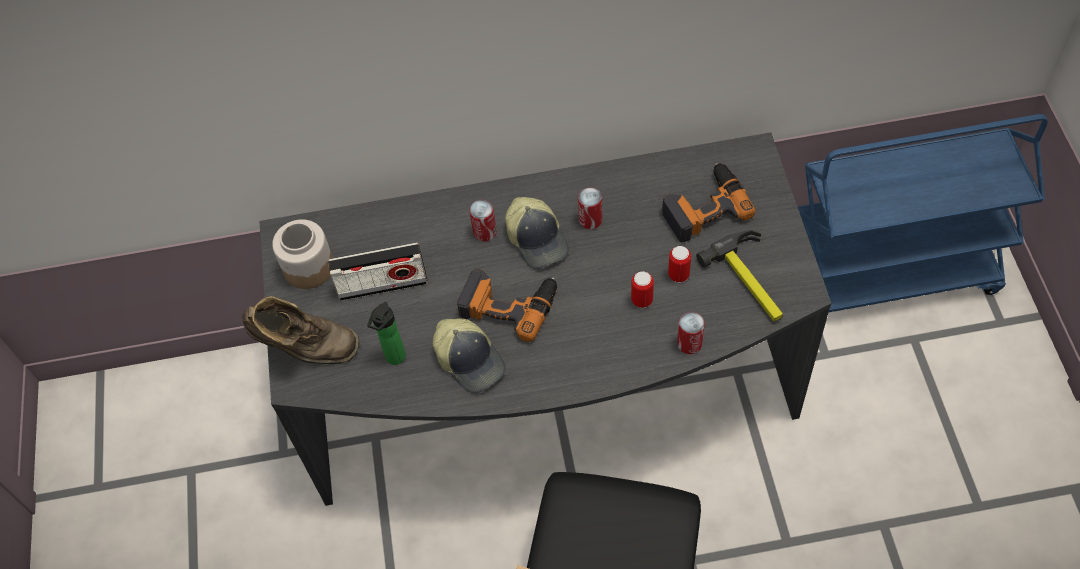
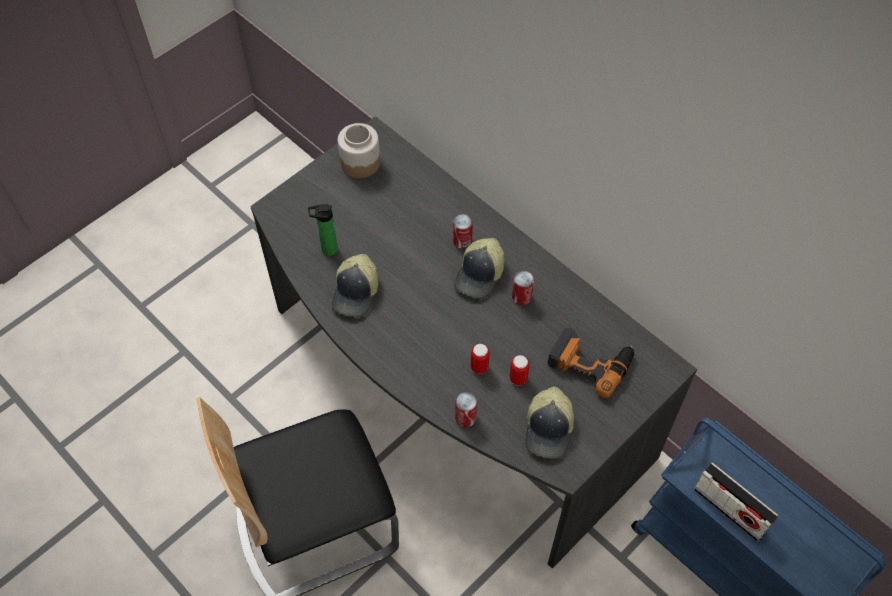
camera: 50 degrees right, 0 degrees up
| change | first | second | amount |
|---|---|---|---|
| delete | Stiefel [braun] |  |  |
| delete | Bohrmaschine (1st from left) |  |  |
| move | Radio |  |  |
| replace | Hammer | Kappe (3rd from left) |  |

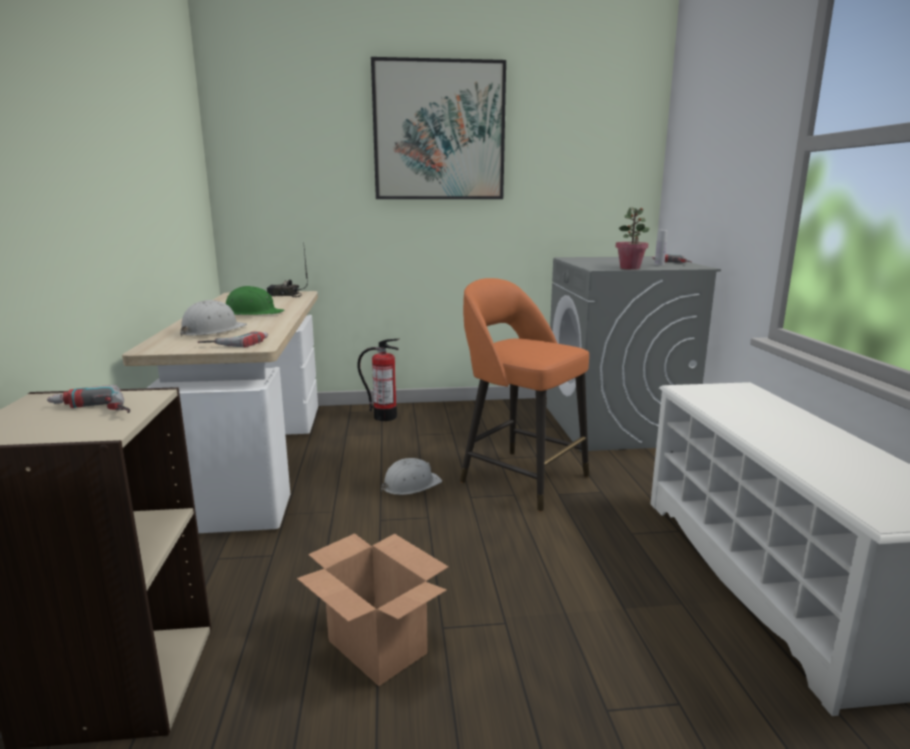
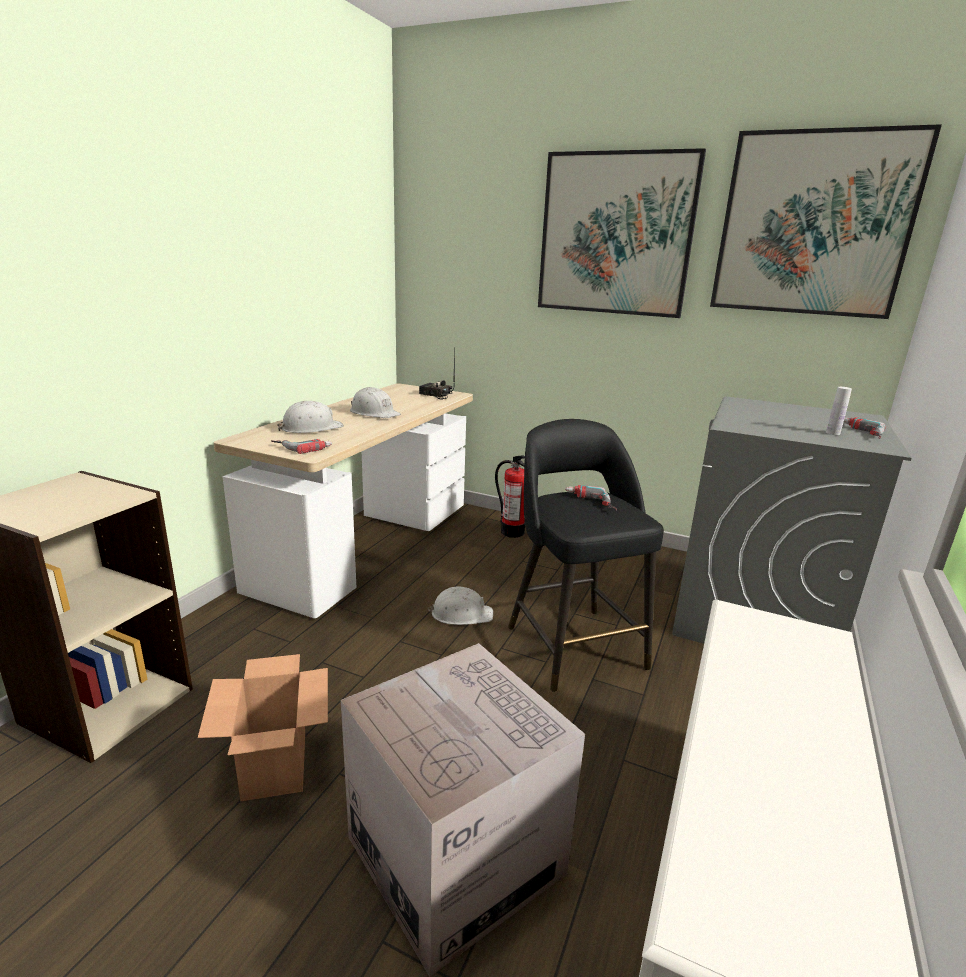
camera: 30 degrees right, 5 degrees up
| change | first | second | amount |
|---|---|---|---|
| delete | Topfpflanze |  |  |
| insert |  | Karton (2nd from left) |  |
| insert |  | Bild (2nd from left) |  |
| move | Bohrmaschine (1st from left in the first image) | Bohrmaschine (2nd from left) |  |
| recolor | Schutzhelm [grün] | Schutzhelm [weiß] (2nd from left) |  |
| recolor | Hocker [orange] | Hocker [schwarz] |  |

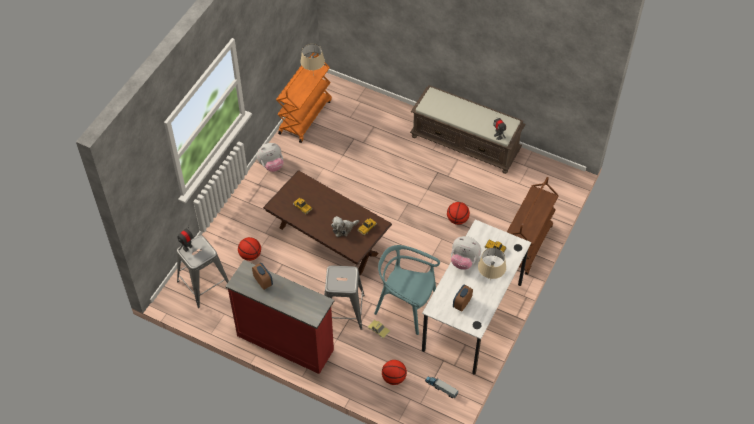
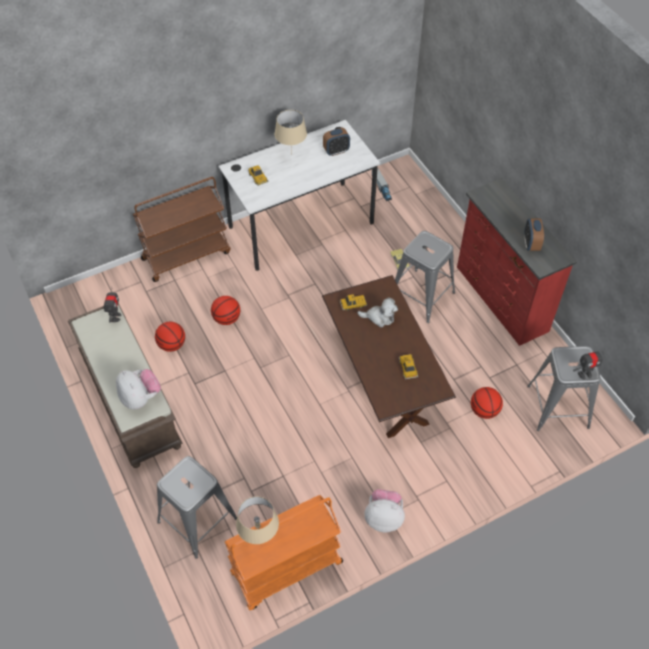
camera: 145 degrees left, 0 degrees up
| change | first | second | amount |
|---|---|---|---|
| delete | Stuhl [türkis] |  |  |
| insert |  | Hocker [grau] (1st from left) |  |
| move | Basketball (2nd from left in the first image) | Basketball (1st from left) |  |
| move | Plüschtier (3rd from left in the first image) | Plüschtier (1st from left) |  |

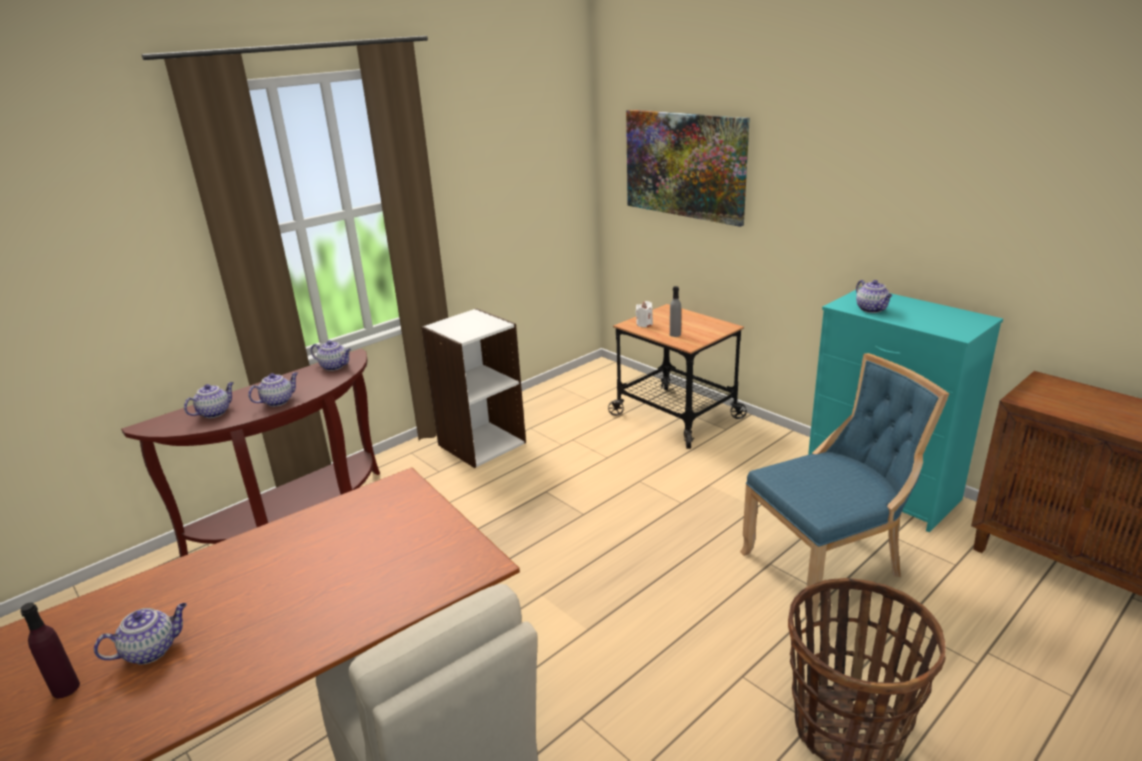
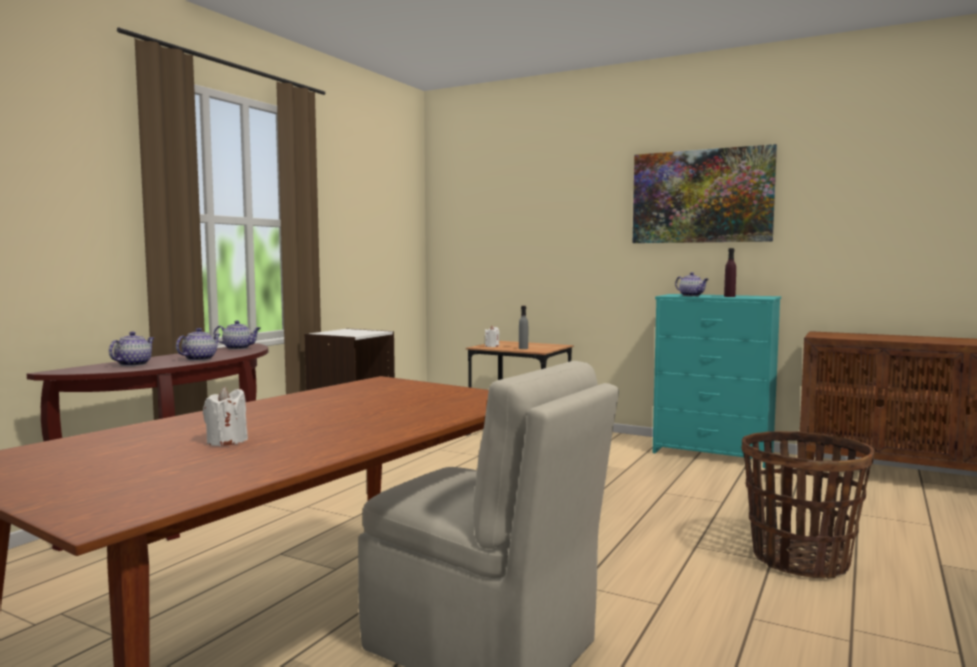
camera: 20 degrees left, 20 degrees down
| change | first | second | amount |
|---|---|---|---|
| delete | Stuhl [blau] |  |  |
| move | Flasche [lila] |  |  |
| move | Bild |  |  |
| replace | Teekanne (1st from left) | Kerze [weiß] (1st from left) |  |

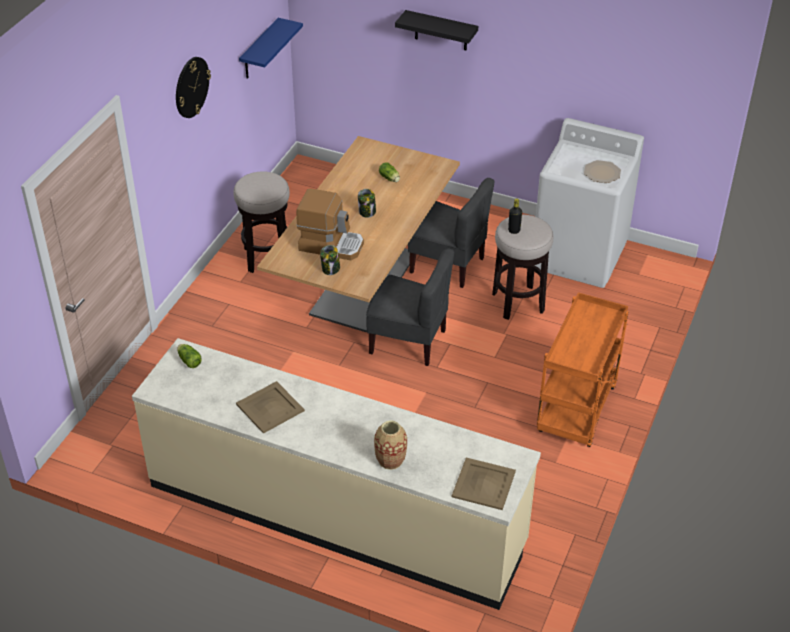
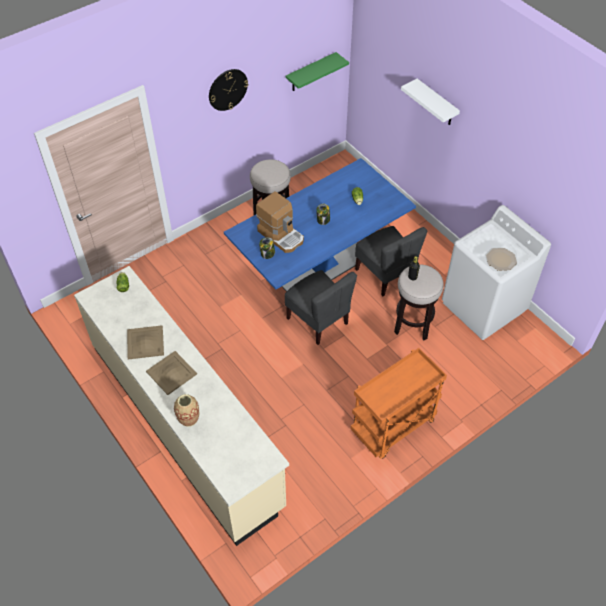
camera: 30 degrees right, 10 degrees up
| change | first | second | amount |
|---|---|---|---|
| move | Tablett [beige] (2nd from left) |  |  |
| recolor | Wandregal [blau] | Wandregal [grün] |  |
| recolor | Esstisch [beige] | Esstisch [blau] |  |
| recolor | Wandregal [schwarz] | Wandregal [weiß] |  |

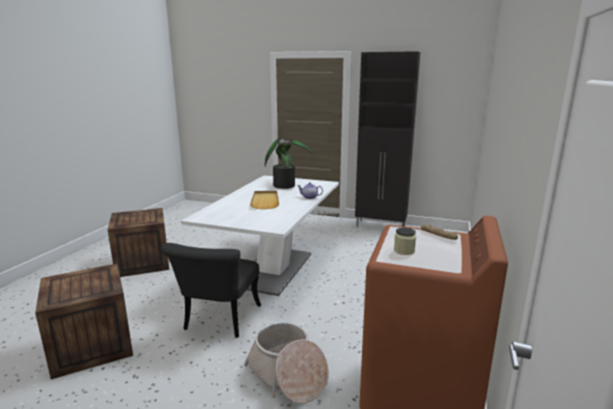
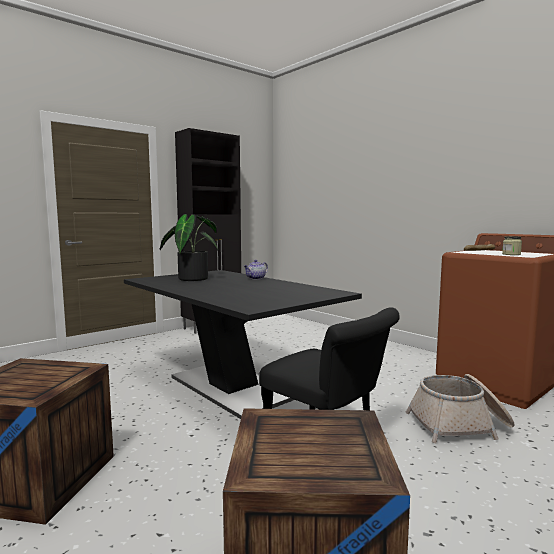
camera: 60 degrees left, 10 degrees down
| change | first | second | amount |
|---|---|---|---|
| delete | Tablett [beige] |  |  |
| recolor | Esstisch [weiß] | Esstisch [schwarz] |  |

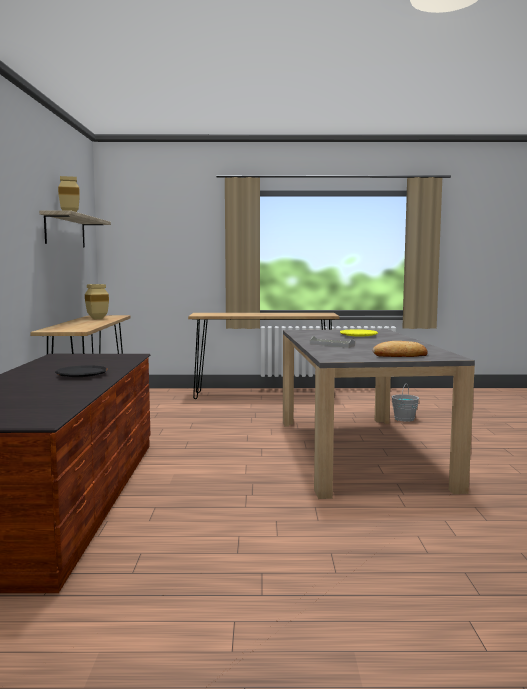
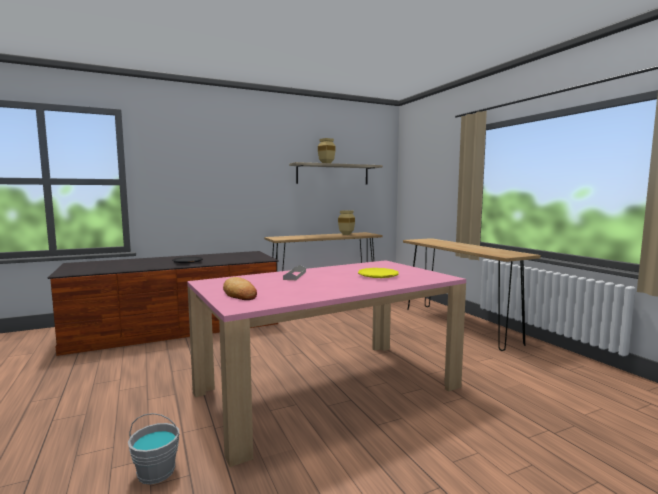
camera: 65 degrees right, 0 degrees up
| change | first | second | amount |
|---|---|---|---|
| move | Eimer [grau] |  |  |
| recolor | Esstisch [grau] | Esstisch [rosa] |  |

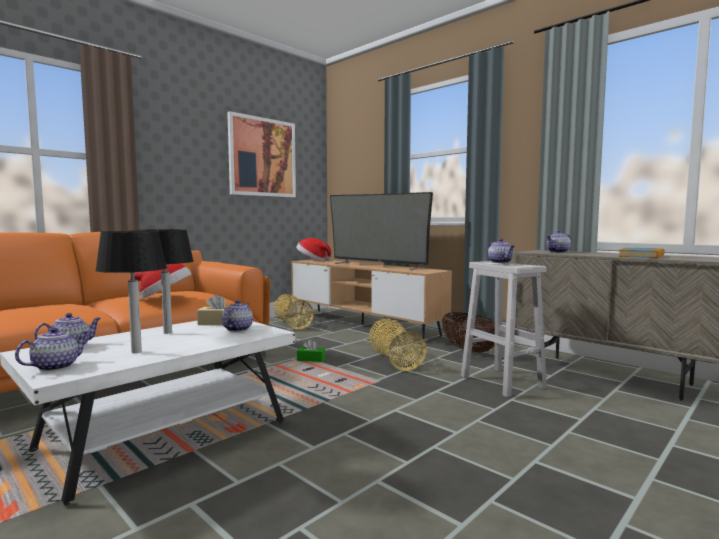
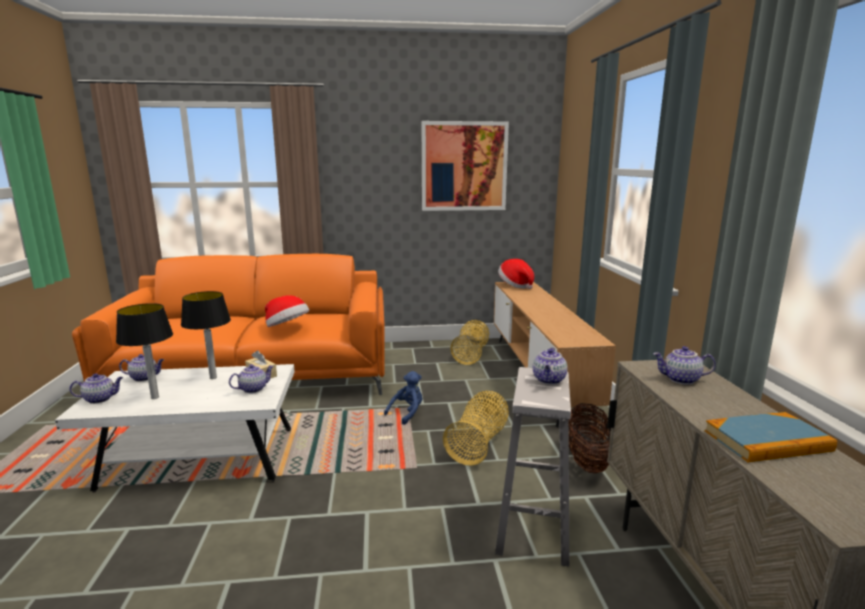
camera: 40 degrees right, 10 degrees up
| change | first | second | amount |
|---|---|---|---|
| delete | Fernseher |  |  |
| replace | Taschentuchbox [grün] | Plüschtier [blau] |  |

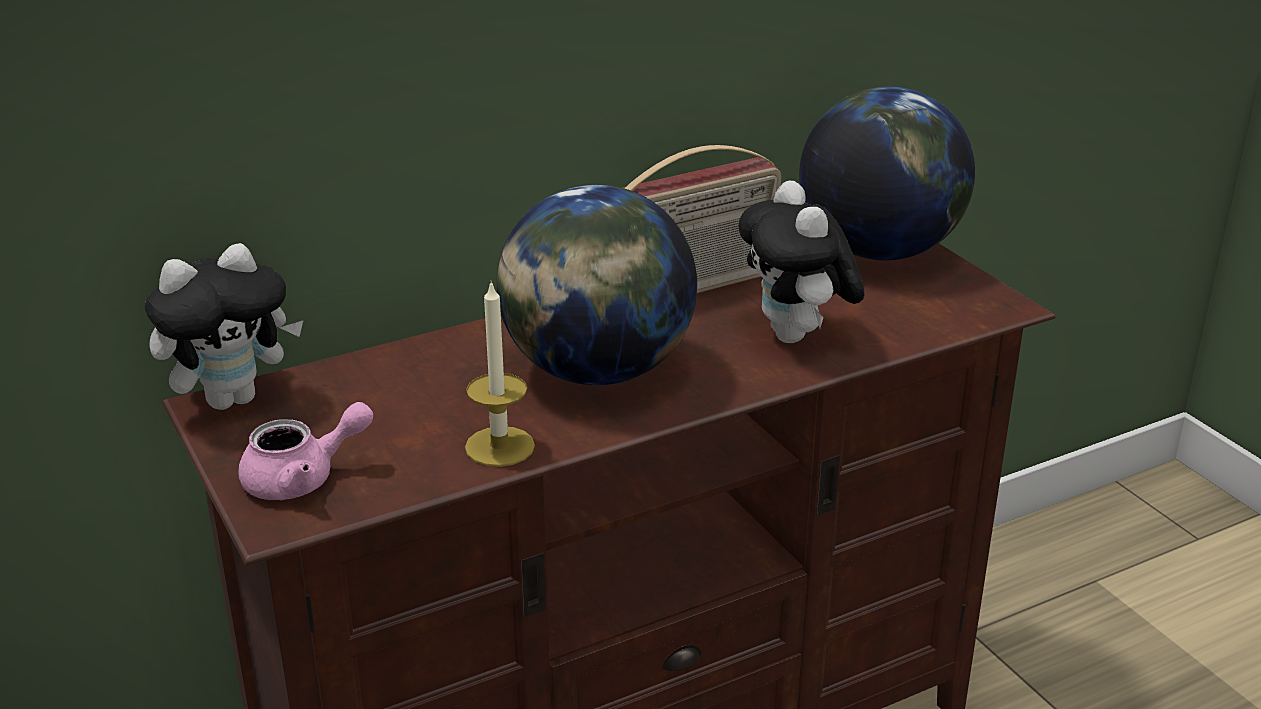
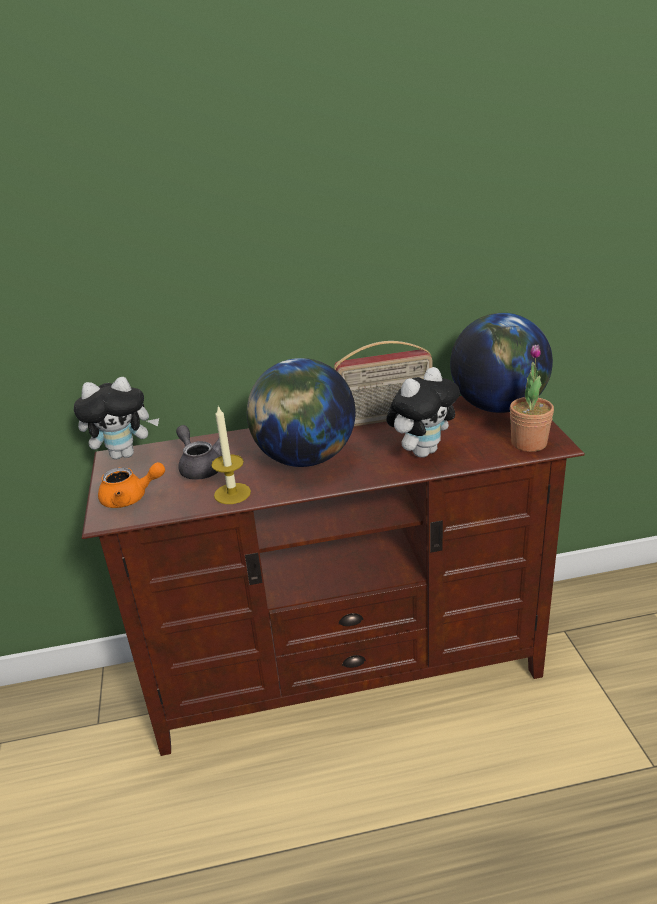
camera: 20 degrees right, 0 degrees up
| change | first | second | amount |
|---|---|---|---|
| insert |  | Teekanne [grau] |  |
| insert |  | Topfpflanze |  |
| recolor | Teekanne [rosa] | Teekanne [orange] |  |
| rotate | Plüschtier (2nd from left) |  | 135 degrees counterclockwise |

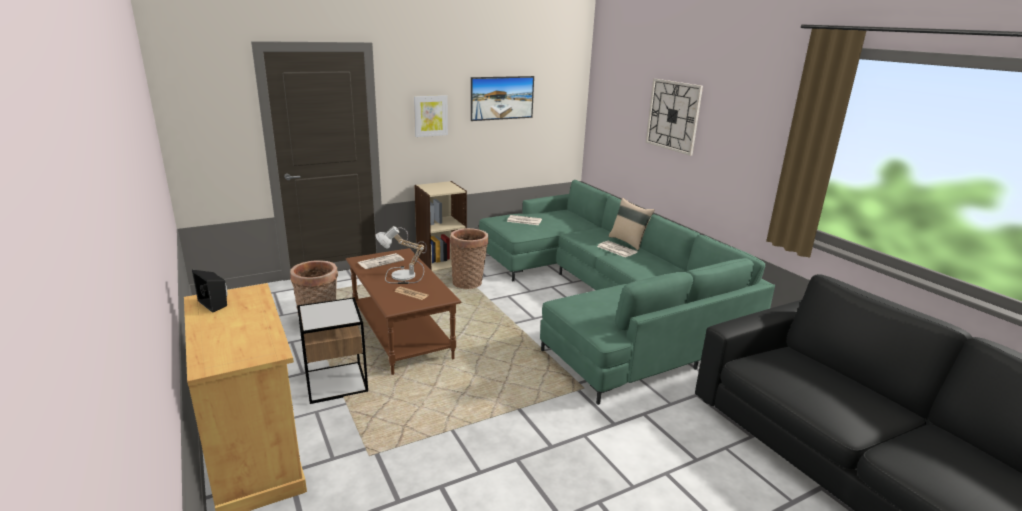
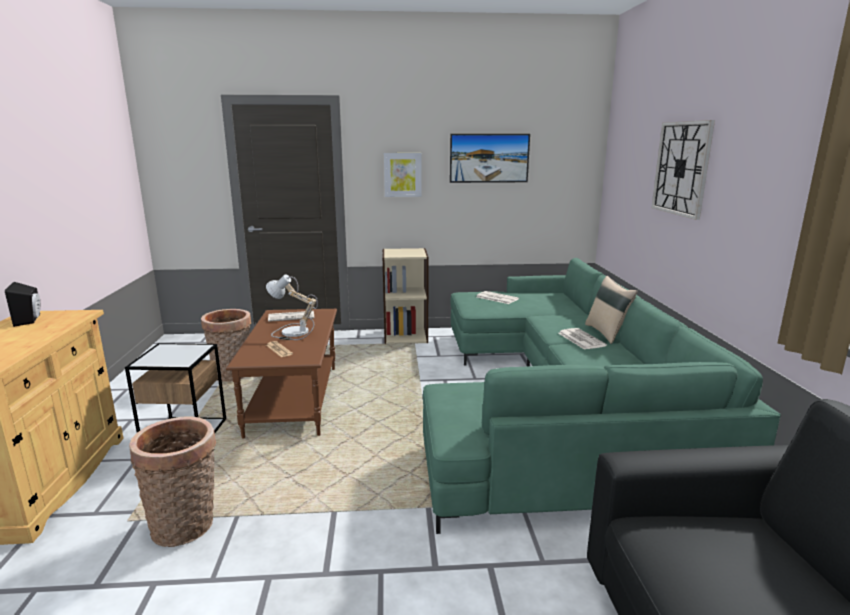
camera: 25 degrees right, 5 degrees down
| change | first | second | amount |
|---|---|---|---|
| move | Korb (2nd from left in the first image) | Korb (1st from left) |  |

